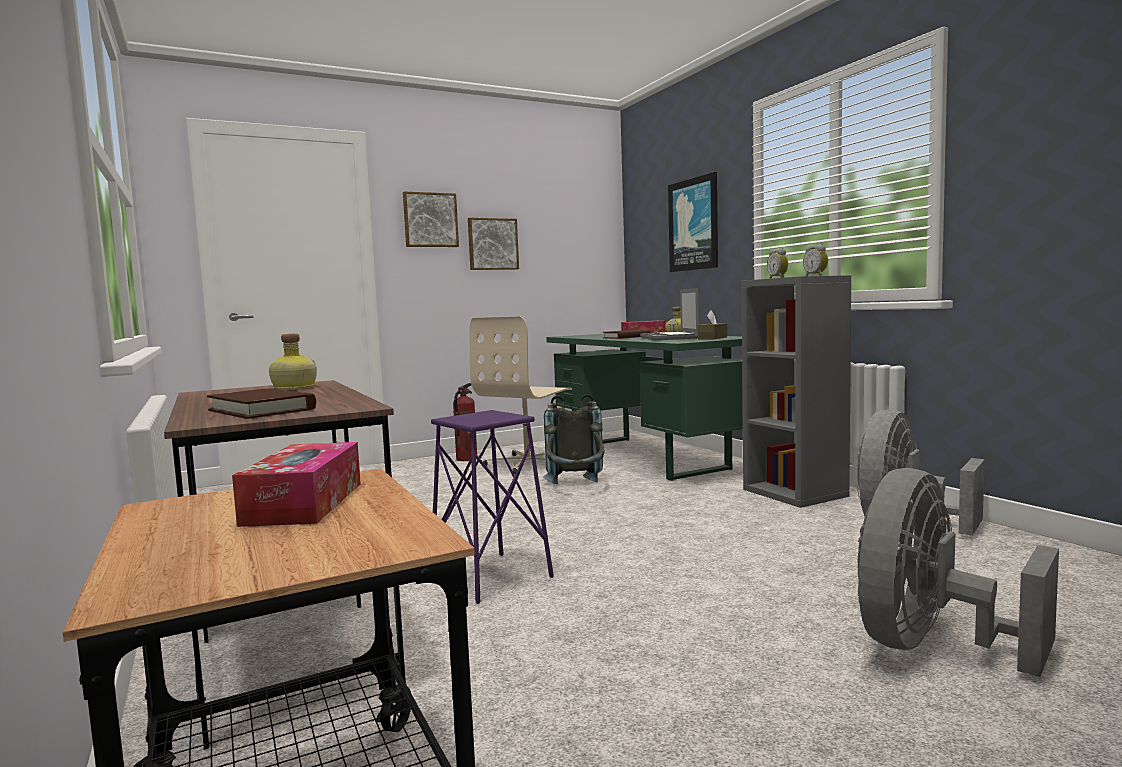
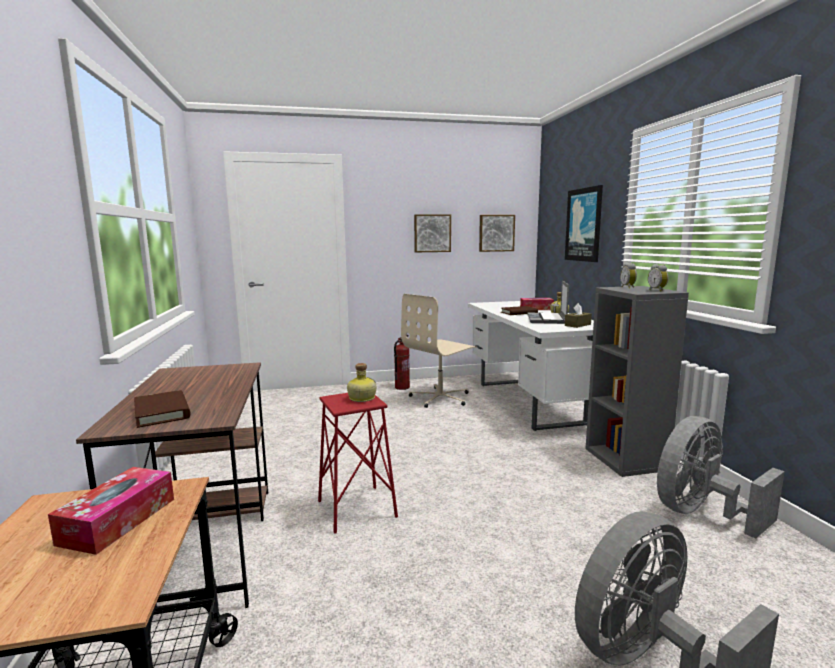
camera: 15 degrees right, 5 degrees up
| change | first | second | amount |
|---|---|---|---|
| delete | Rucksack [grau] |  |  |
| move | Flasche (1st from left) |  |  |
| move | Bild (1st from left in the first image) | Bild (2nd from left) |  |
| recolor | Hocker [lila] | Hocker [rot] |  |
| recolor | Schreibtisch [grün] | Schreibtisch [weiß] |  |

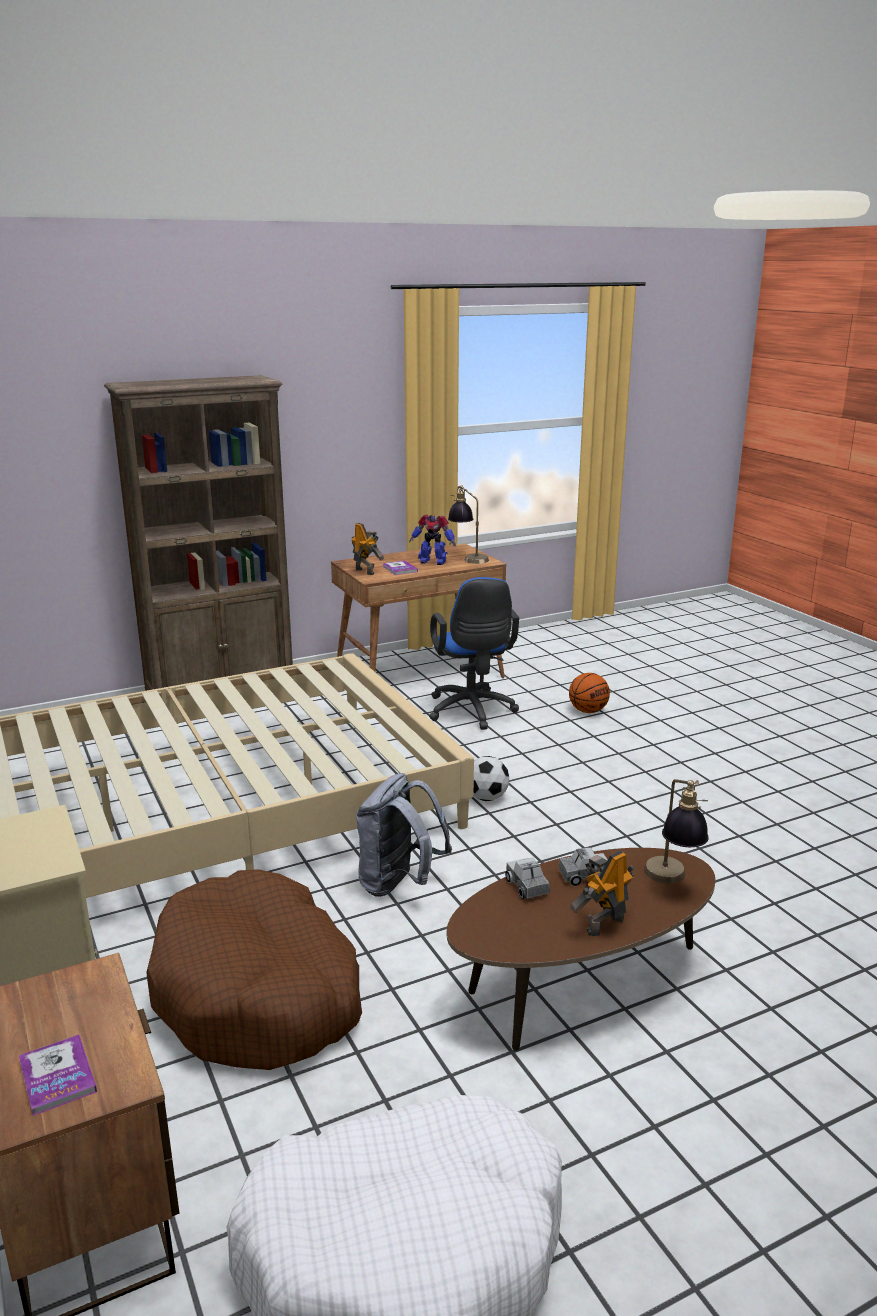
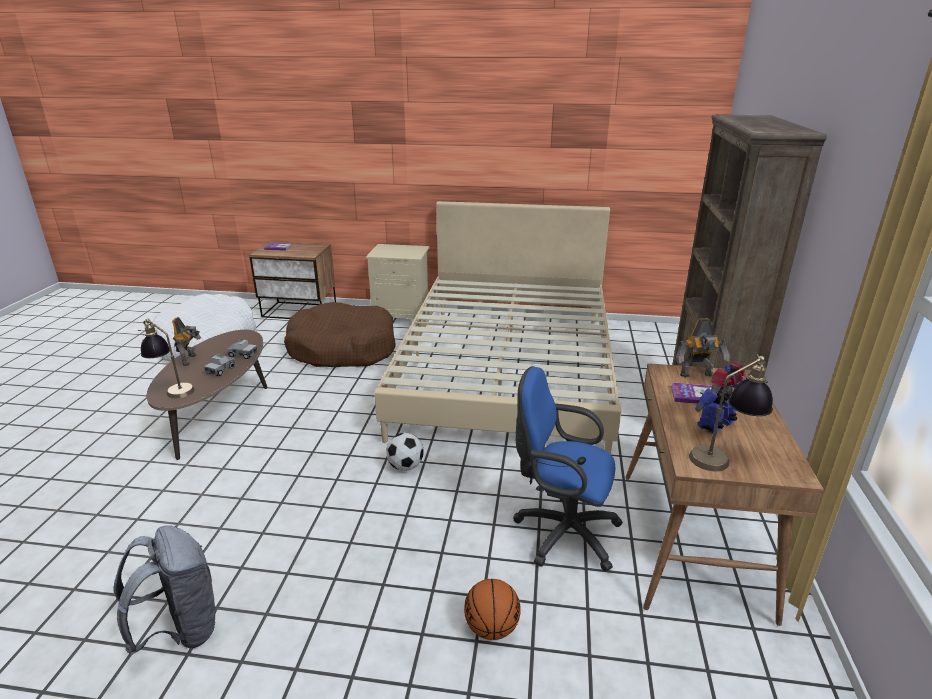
camera: 125 degrees right, 5 degrees up
| change | first | second | amount |
|---|---|---|---|
| move | Rucksack [grau] |  |  |

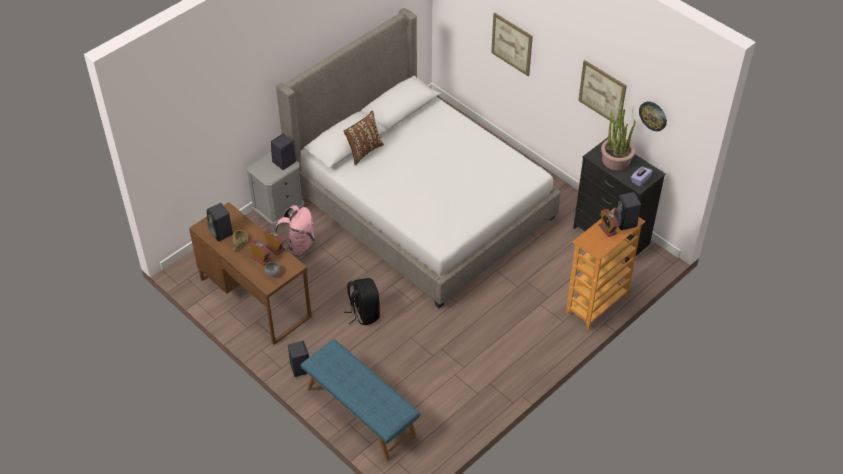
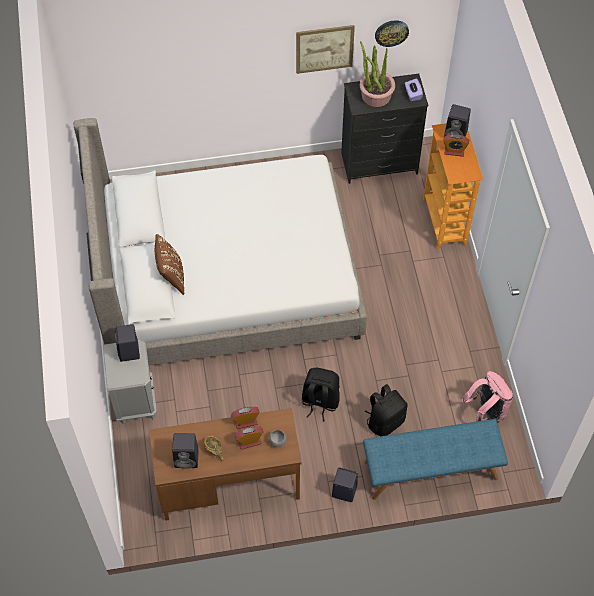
camera: 55 degrees left, 10 degrees up
| change | first | second | amount |
|---|---|---|---|
| delete | Bild (1st from left) |  |  |
| insert |  | Rucksack [schwarz] (2nd from left) |  |
| move | Rucksack [rosa] |  |  |

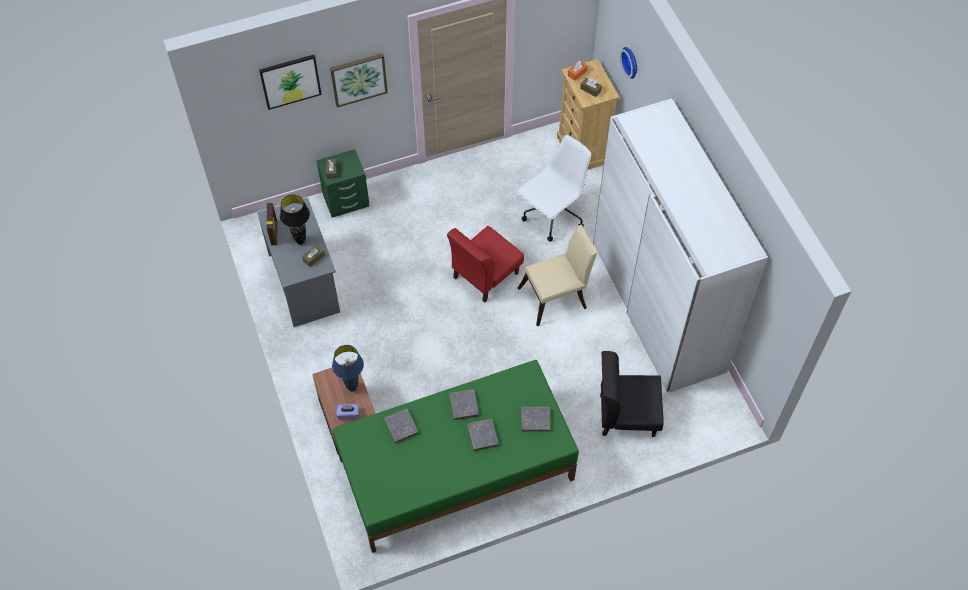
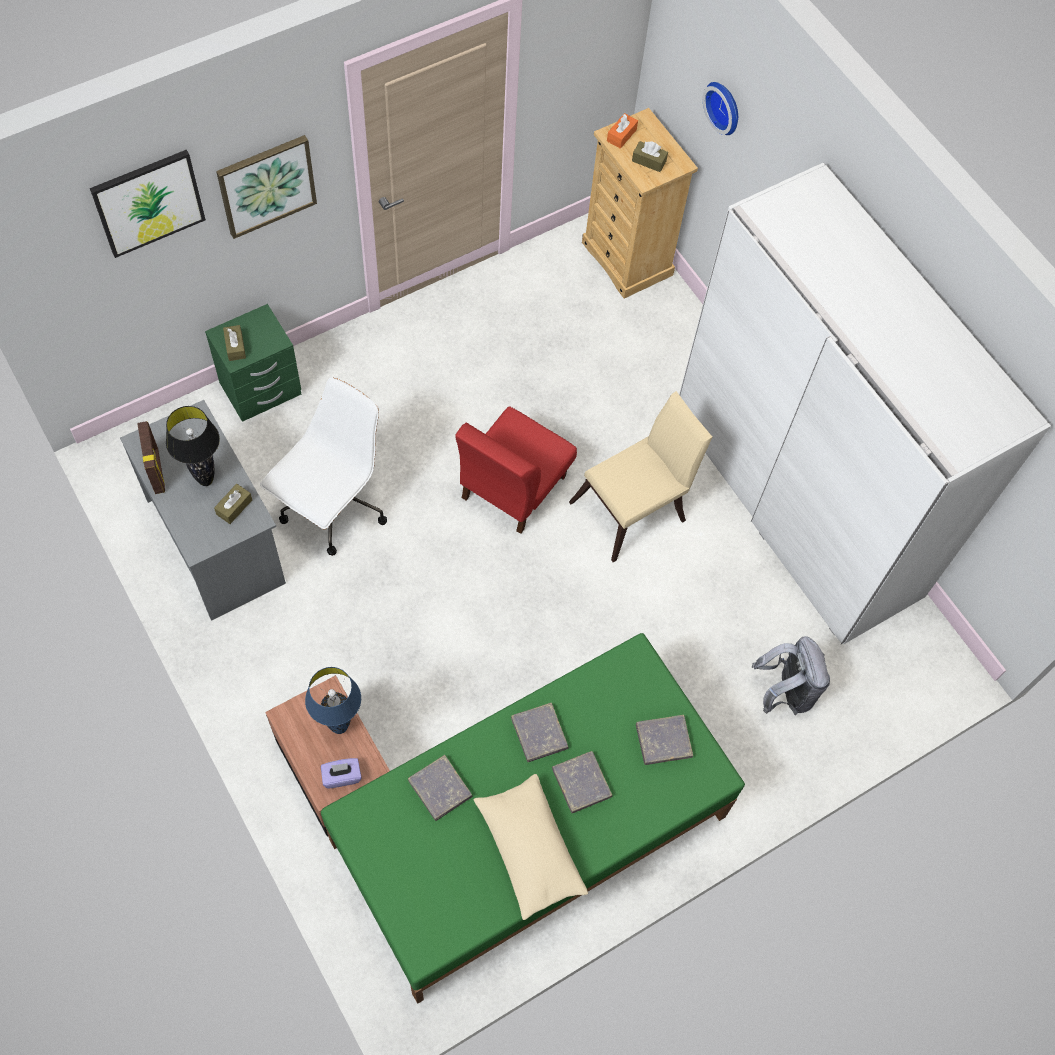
camera: 15 degrees left, 5 degrees up
| change | first | second | amount |
|---|---|---|---|
| insert |  | Kissen [beige] |  |
| move | Bürostuhl [weiß] |  |  |
| replace | Stuhl [schwarz] | Rucksack [grau] |  |

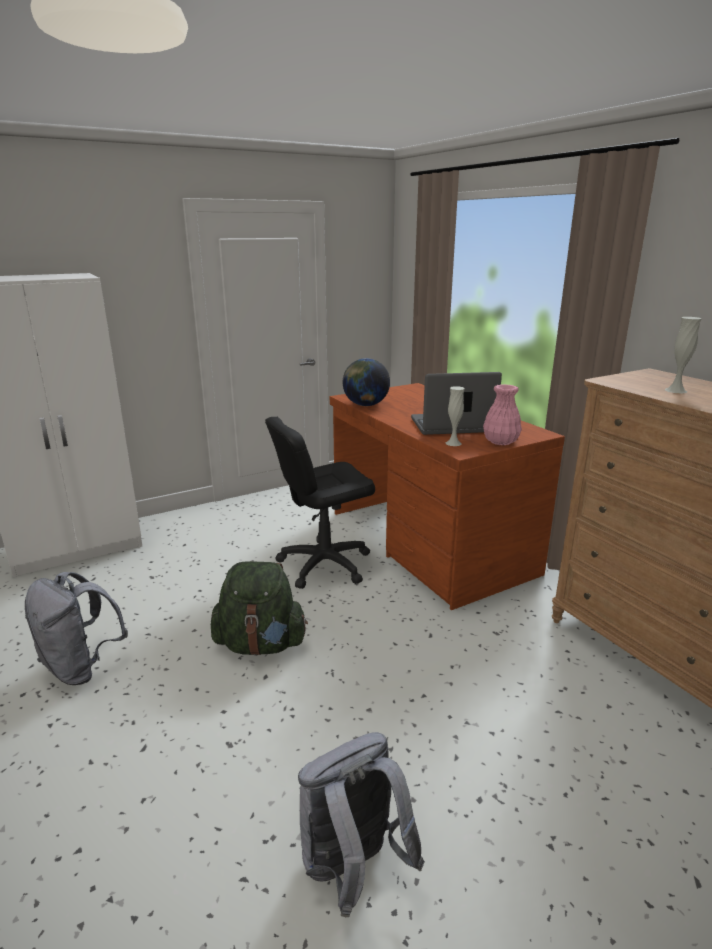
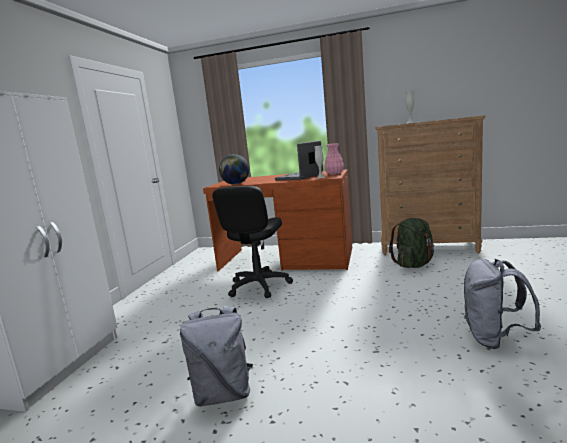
camera: 45 degrees left, 10 degrees down
| change | first | second | amount |
|---|---|---|---|
| move | Rucksack [grün] |  |  |

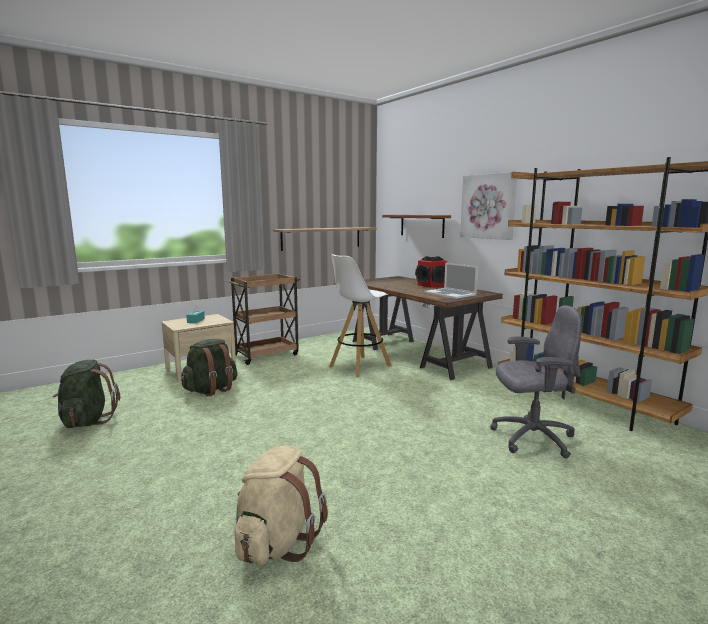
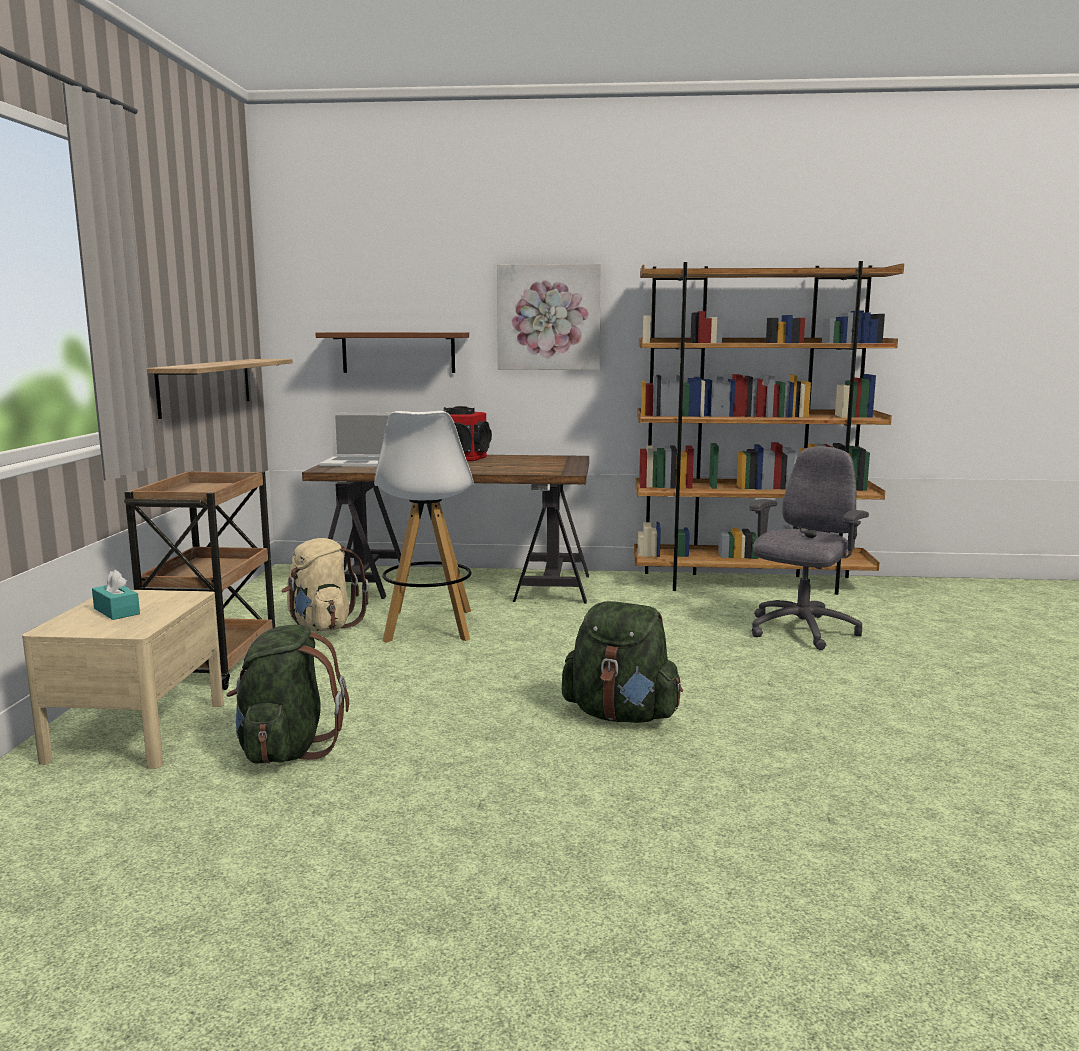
camera: 50 degrees left, 0 degrees up
| change | first | second | amount |
|---|---|---|---|
| move | Rucksack [grün] (1st from left in the first image) | Rucksack [grün] (2nd from left) |  |
| move | Rucksack [beige] |  |  |
| move | Laptop |  |  |

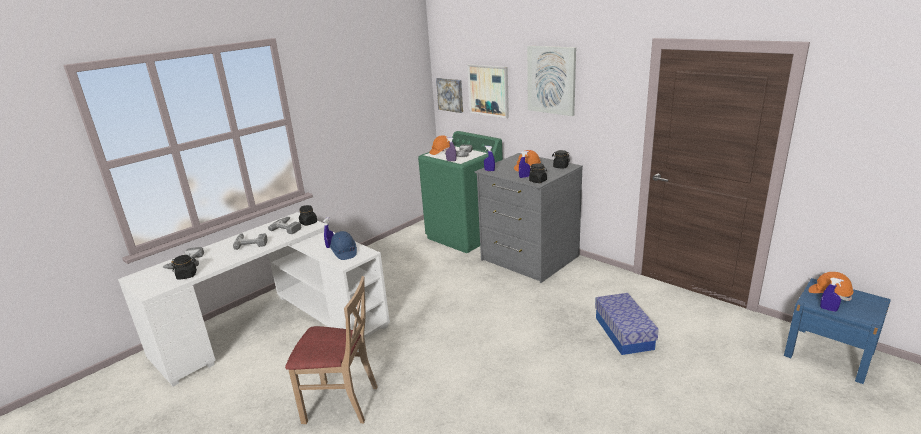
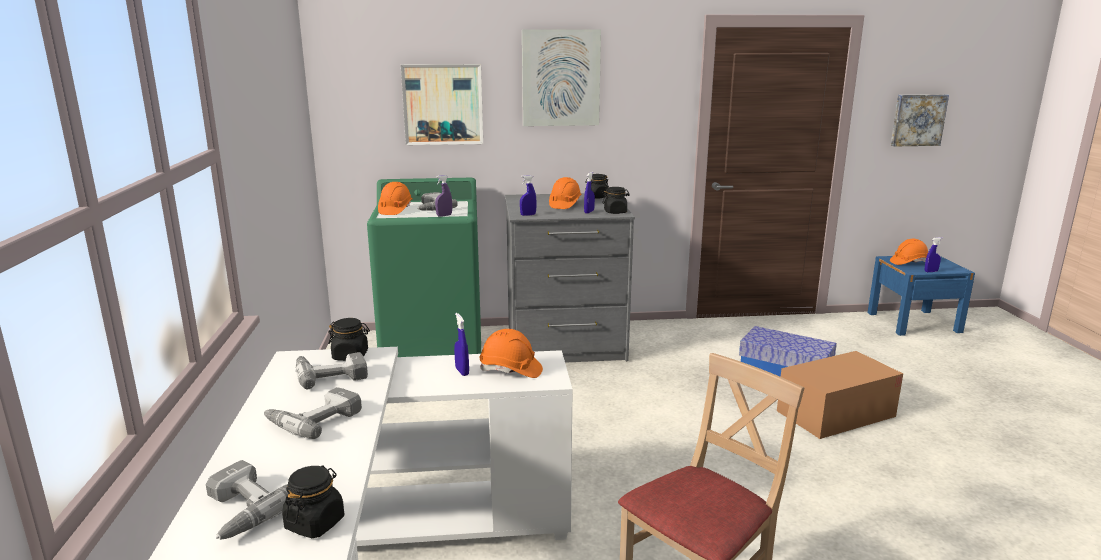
camera: 50 degrees left, 5 degrees down
| change | first | second | amount |
|---|---|---|---|
| insert |  | Karton |  |
| move | Bild (1st from left in the first image) | Bild (3rd from left) |  |
| recolor | Schutzhelm [blau] | Schutzhelm [orange] (2nd from left) |  |

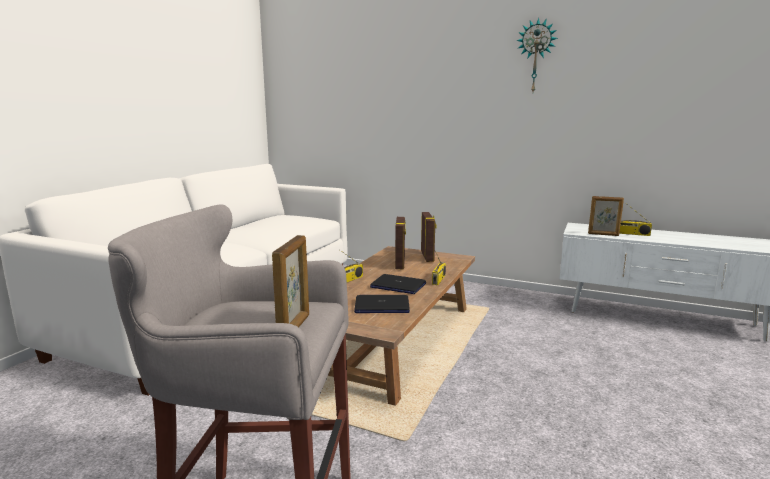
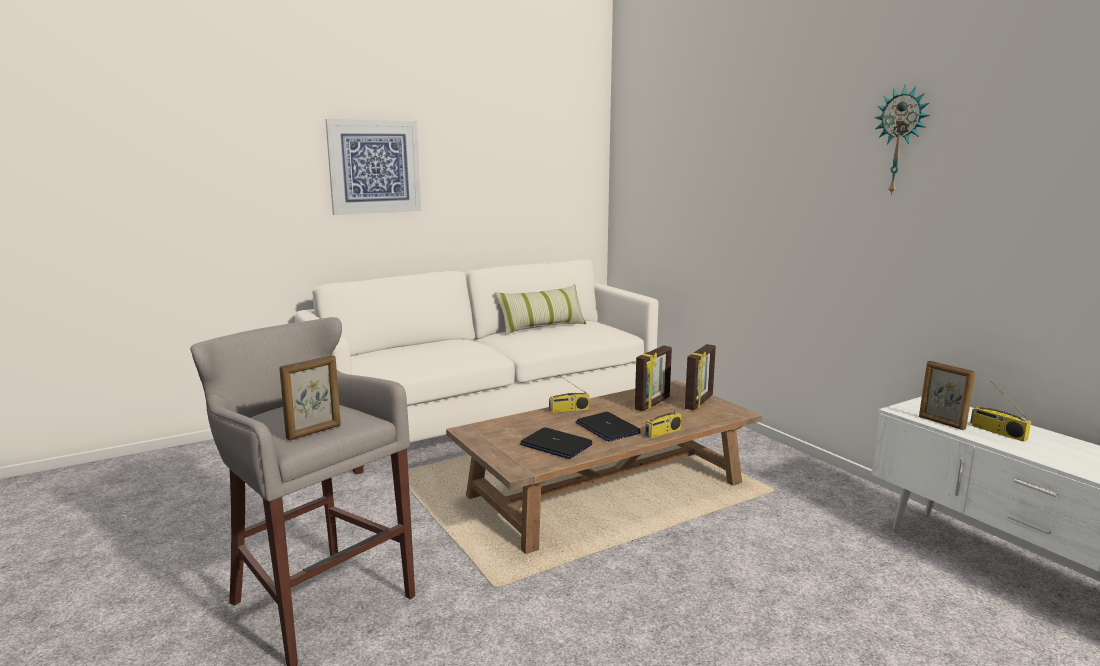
camera: 35 degrees right, 0 degrees up
| change | first | second | amount |
|---|---|---|---|
| insert |  | Bild |  |
| insert |  | Kissen |  |

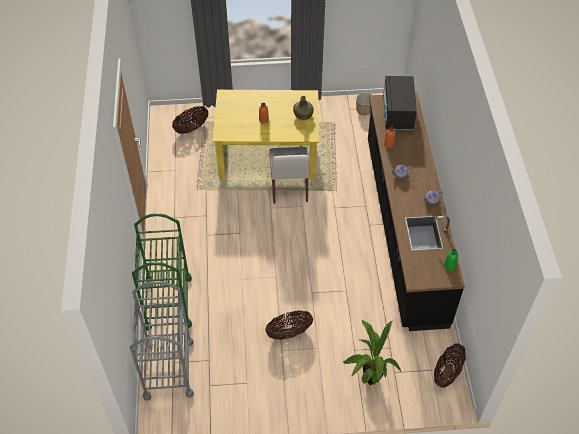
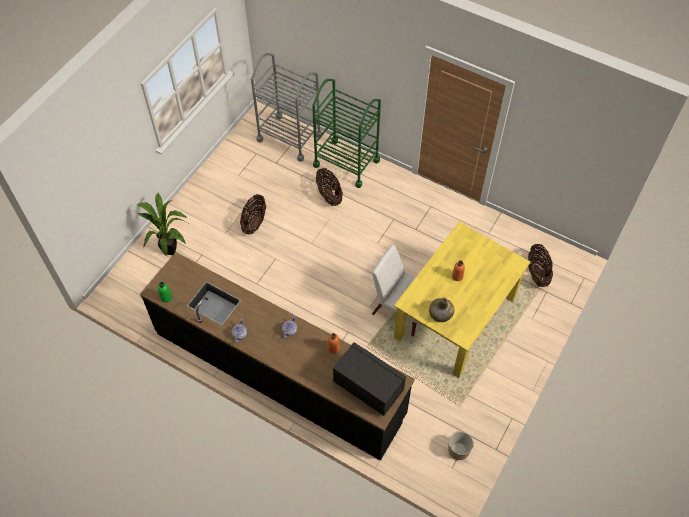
camera: 125 degrees right, 5 degrees up
| change | first | second | amount |
|---|---|---|---|
| move | Korb (3rd from left in the first image) | Korb (2nd from left) |  |

